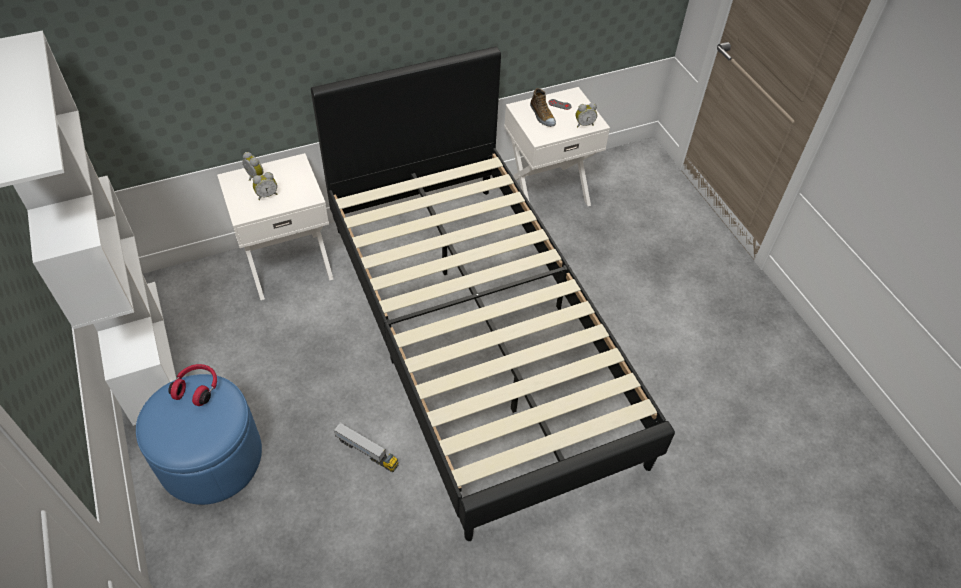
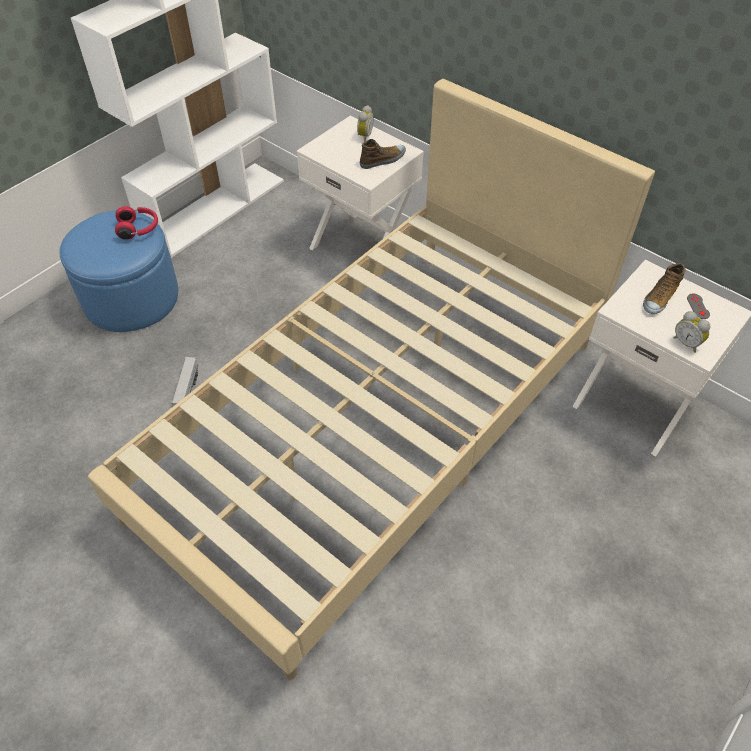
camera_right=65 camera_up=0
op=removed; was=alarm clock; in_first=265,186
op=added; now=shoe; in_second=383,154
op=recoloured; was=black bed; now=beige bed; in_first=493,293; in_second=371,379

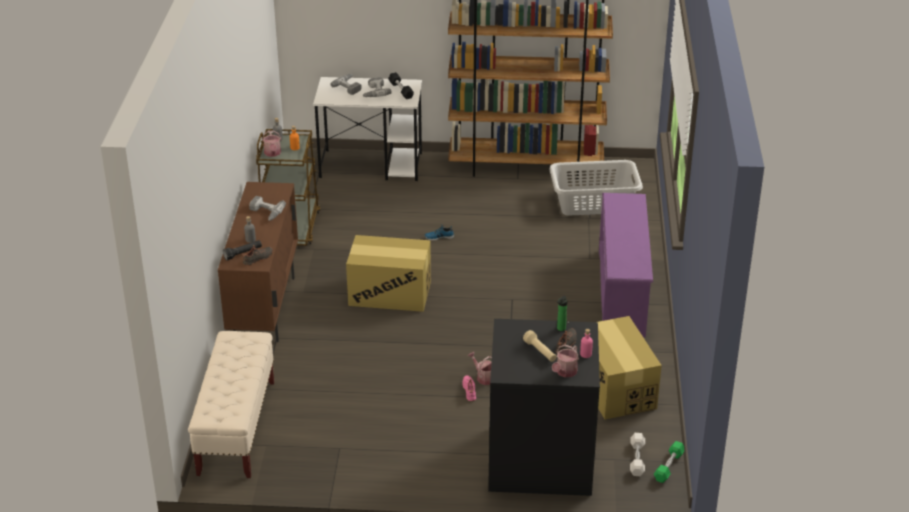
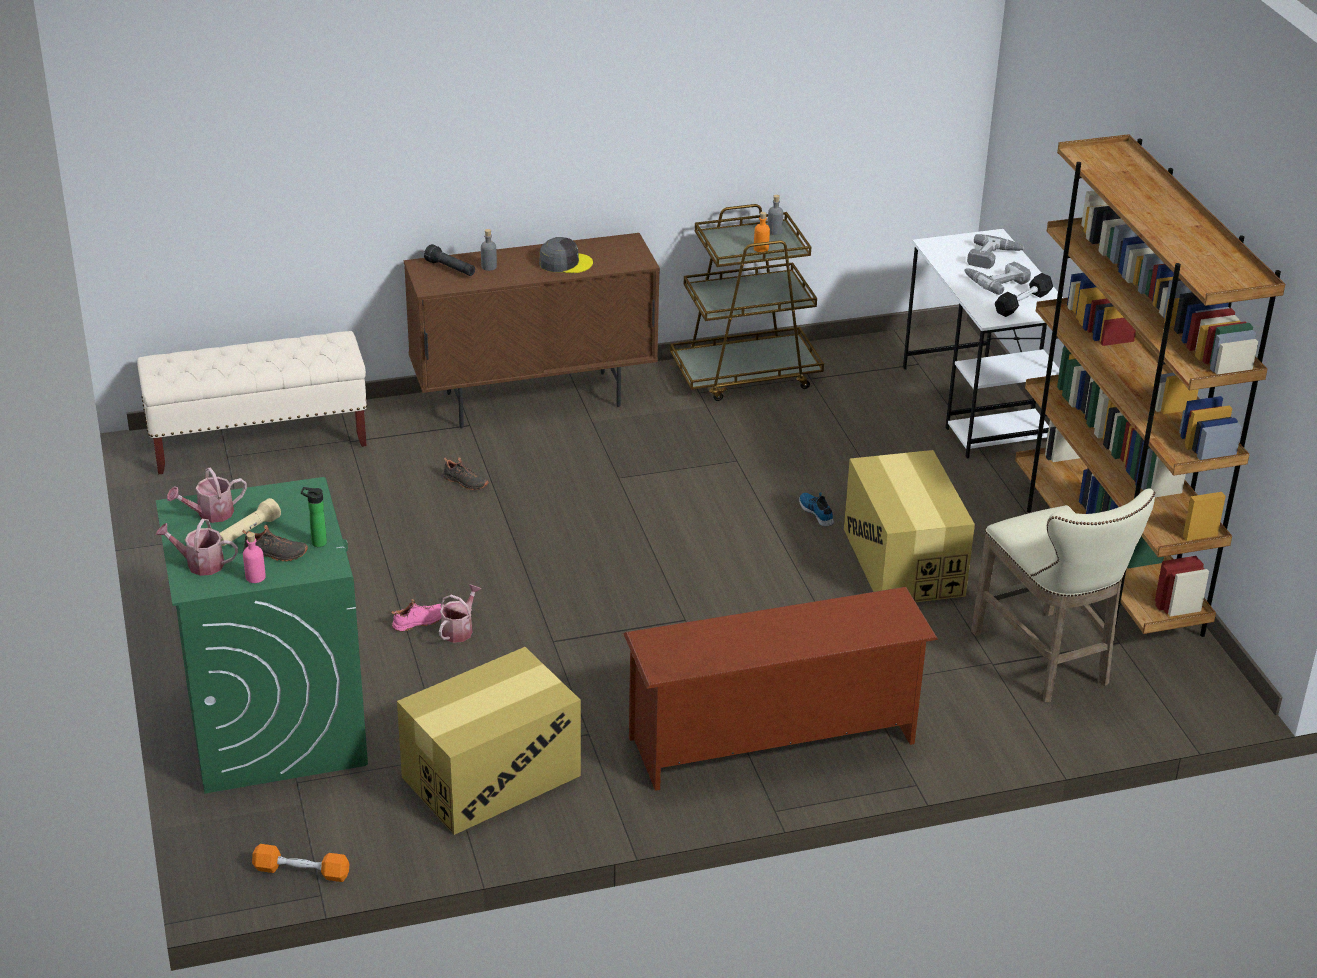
camera_right=70 camera_up=0
op=removed; was=white dumbbell; in_first=637,454
op=moved; was=black shoe; in_first=257,255; in_second=466,473
op=moved; was=watering can; in_first=271,143; in_second=207,495
op=moved; was=cardboard box; in_first=388,273; in_second=909,526
op=replaced; was=power drill; now=grey cap; in_first=267,208; in_second=566,255
op=replaced; was=grey laundry basket; now=beige stool; in_first=596,188; in_second=1063,595
op=recoloured; was=black washing machine; now=green washing machine; in_first=544,407; in_second=262,635
op=recoloured; was=purple shoe rack; now=brown shoe rack; in_first=626,265; in_second=780,689
op=recoloured; was=green dumbbell; now=orange dumbbell; in_first=669,462; in_second=300,863

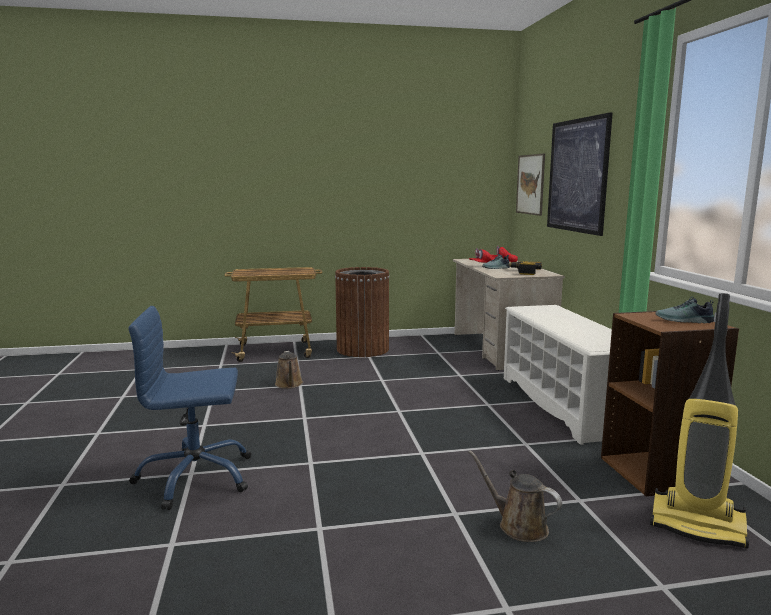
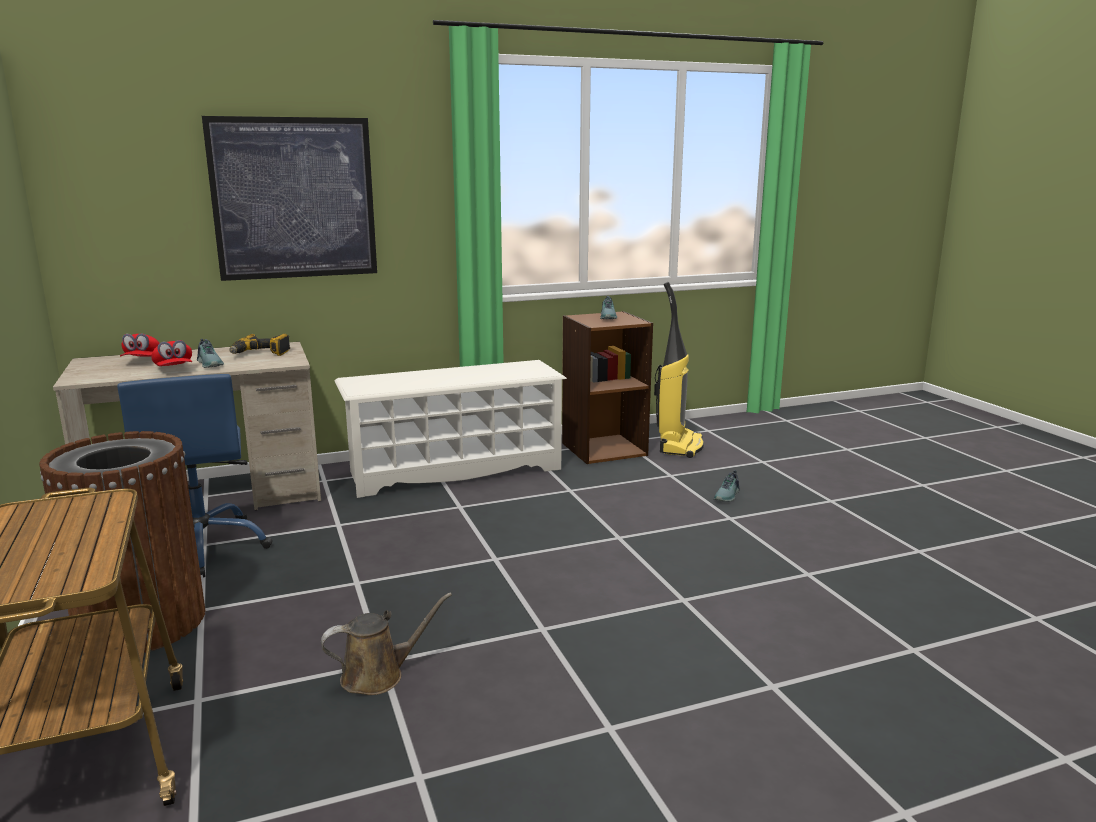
camera_right=-100 camera_up=5
op=removed; was=picture; in_first=530,185
op=moved; was=blue office chair; in_first=189,408; in_second=195,476
op=replaced; was=brown watering can; now=shoe; in_first=515,496; in_second=727,486

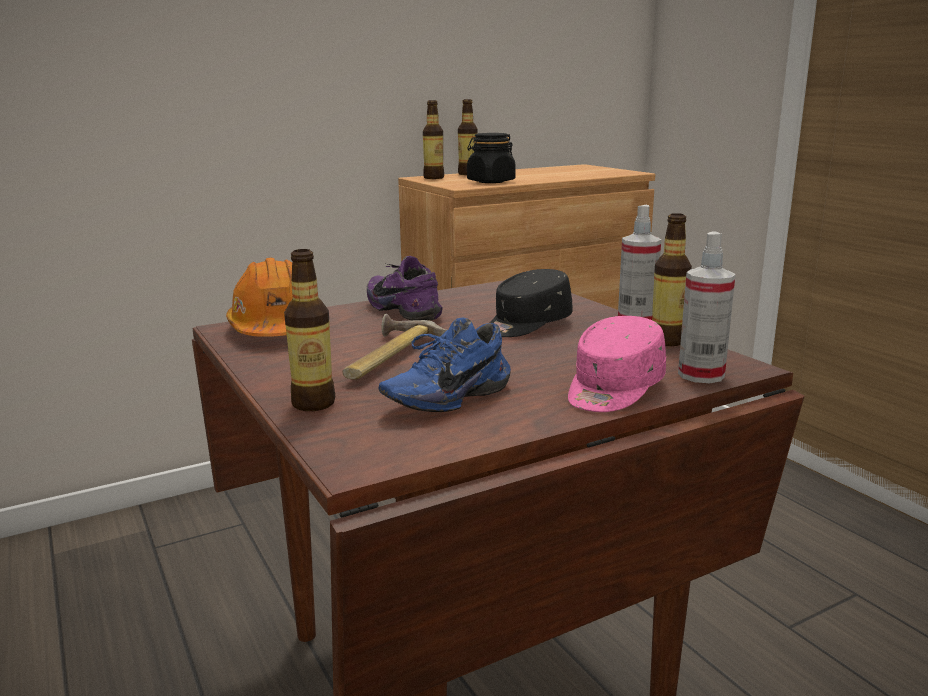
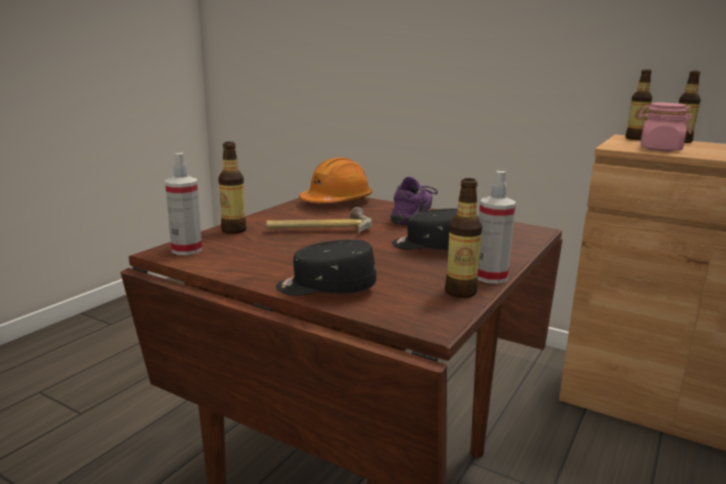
camera_right=60 camera_up=0
op=removed; was=blue shoe; in_first=445,365
op=moved; was=spray bottle; in_first=707,307; in_second=183,204
op=recoloured; was=black jar; now=pink jar; in_first=491,158; in_second=665,127
op=recoloured; was=pink cap; now=black cap; in_first=617,364; in_second=326,267

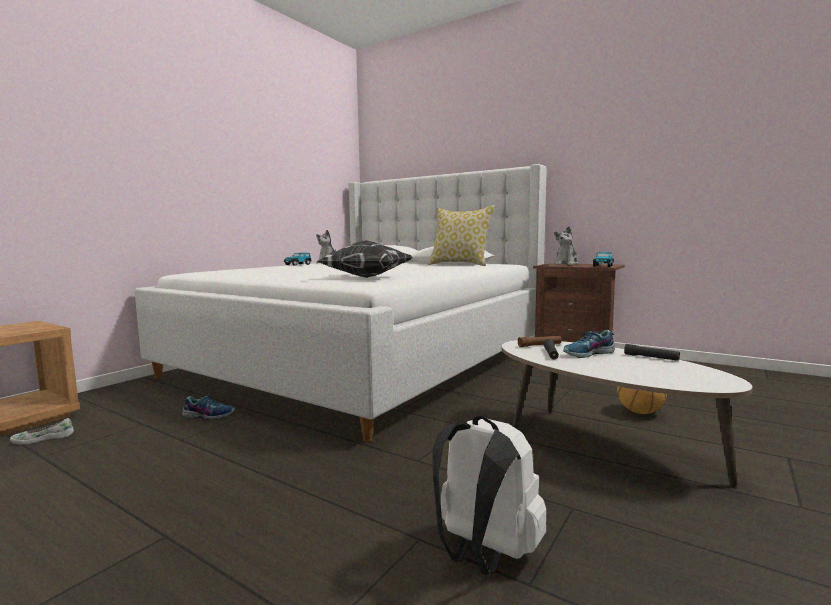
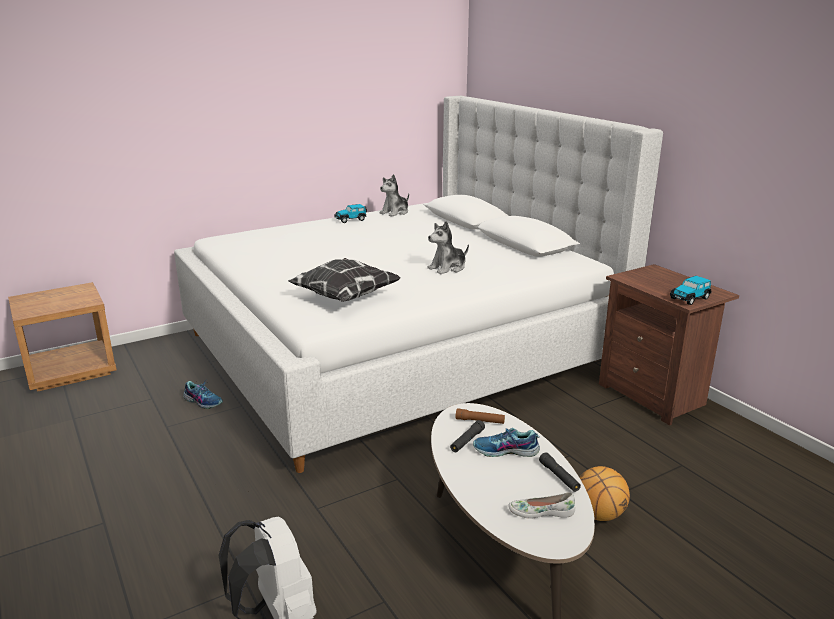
camera_right=25 camera_up=15
op=removed; was=pillow; in_first=461,235
op=moved; was=white shoe; in_first=42,431; in_second=541,505
op=moved; was=plush toy; in_first=566,245; in_second=448,247

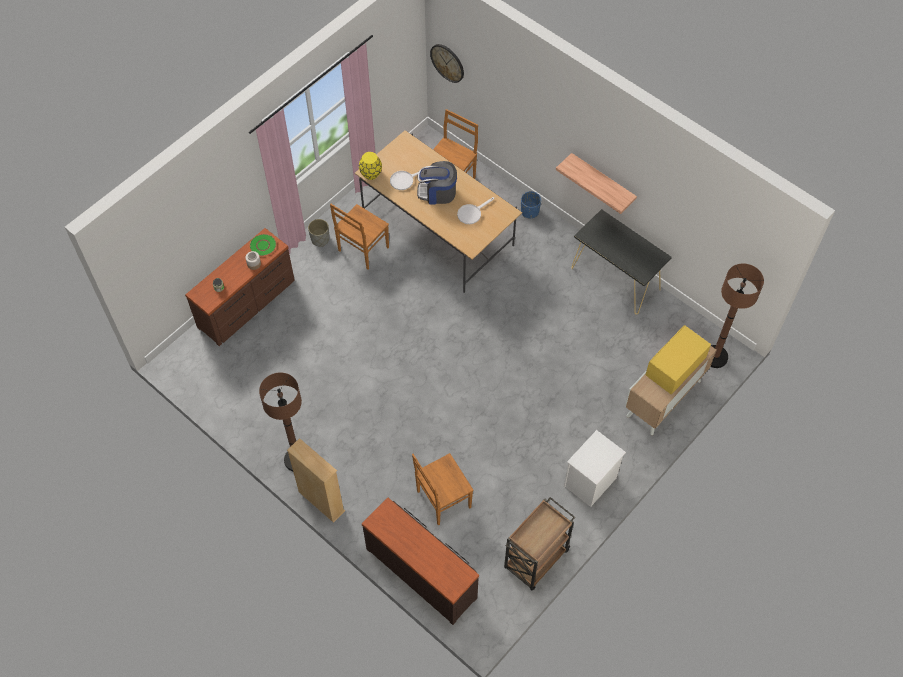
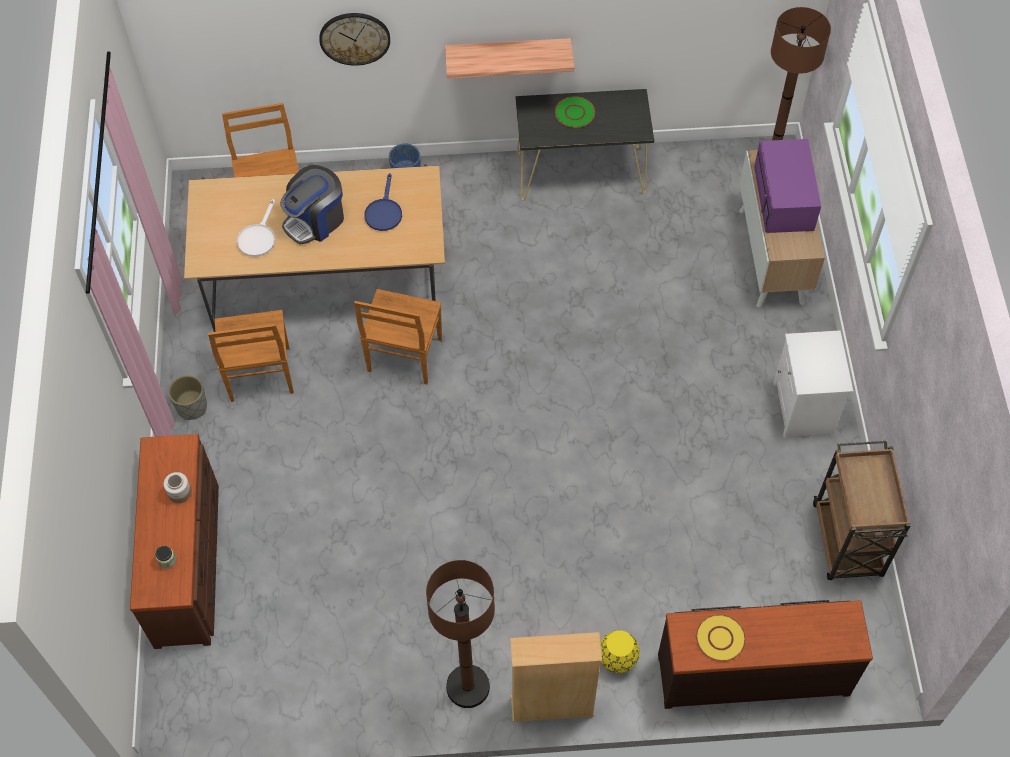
camera_right=-45 camera_up=0
op=added; now=yellow plate; in_second=721,638
op=moved; was=green plate; in_first=263,245; in_second=575,112
op=moved; was=yellow vase; in_first=370,166; in_second=619,651
op=moved; was=brown chair; in_first=443,489; in_second=398,336
op=moved; was=wall clock; in_first=447,63; in_second=355,39
op=recoloured; was=white frying pan; now=blue frying pan; in_first=475,210; in_second=383,202
op=recoloured; was=yellow microwave; now=purple microwave; in_first=678,360; in_second=787,186

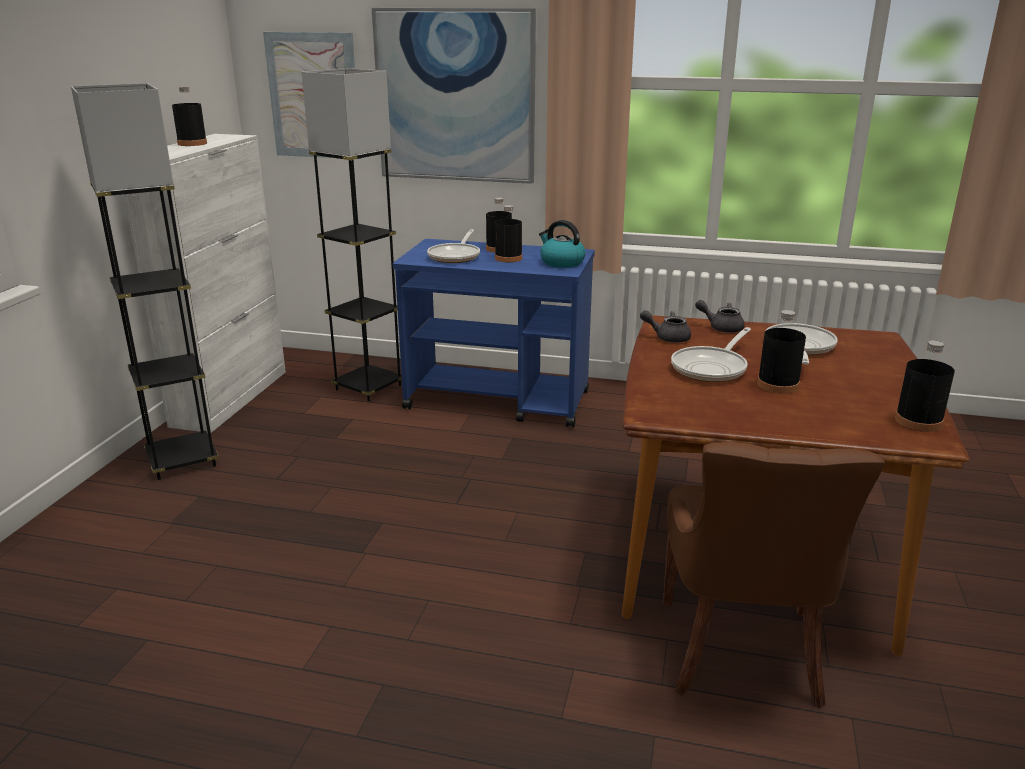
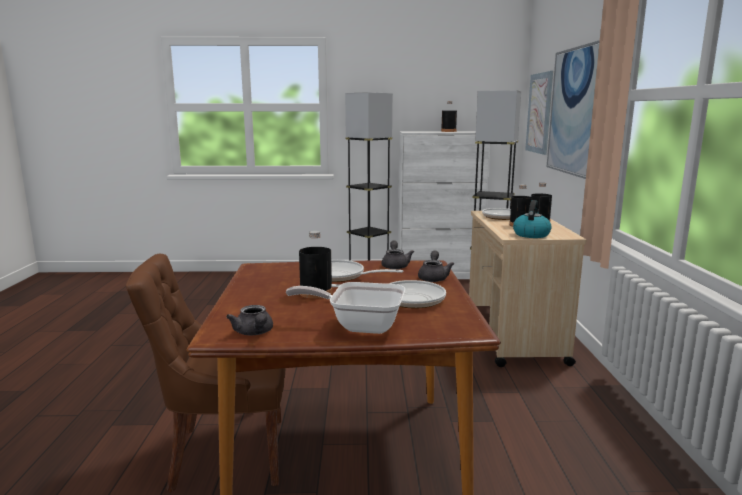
camera_right=75 camera_up=-10
op=added; now=frying pan; in_second=346,308
op=replaced; was=black bottle; now=grey teapot; in_first=925,386; in_second=249,320
op=recoloured; was=blue cart; now=beige cart; in_first=494,333; in_second=527,289

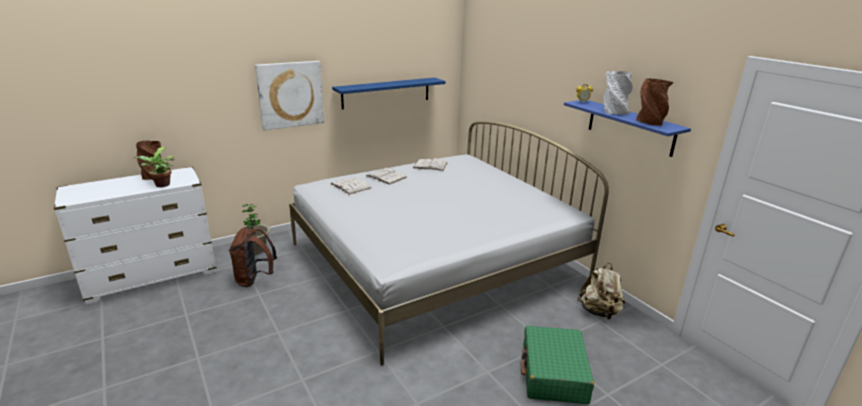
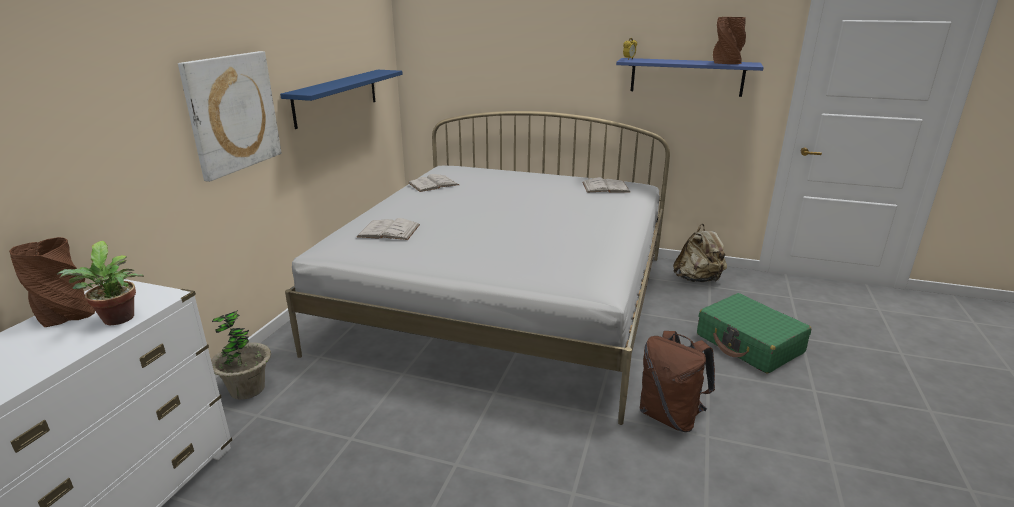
camera_right=-40 camera_up=0
op=removed; was=grey vase; in_first=618,93
op=moved; was=brown backpack; in_first=253,257; in_second=677,381
op=moved; was=white book; in_first=386,176; in_second=606,185

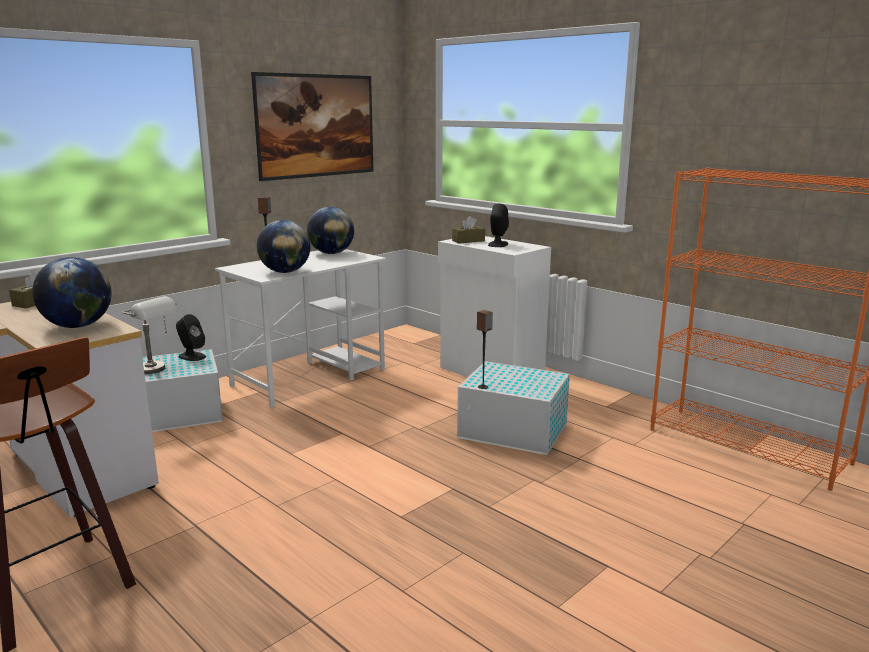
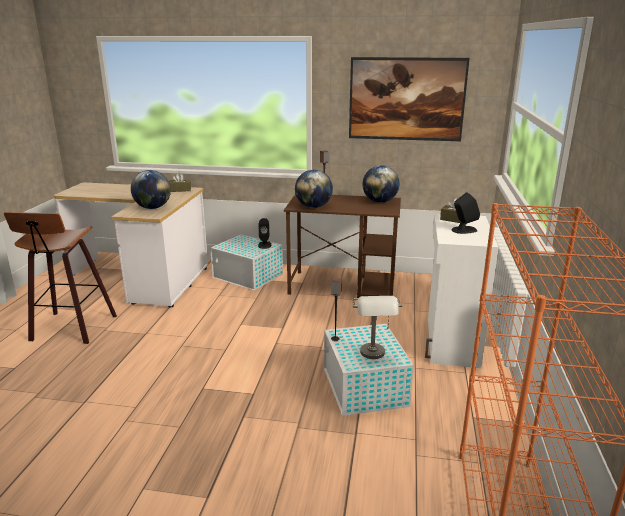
camera_right=55 camera_up=5
op=moved; was=grey table lamp; in_first=150,335; in_second=377,327
op=recoloured; was=white desk; now=brown desk; in_first=300,328; in_second=342,246

